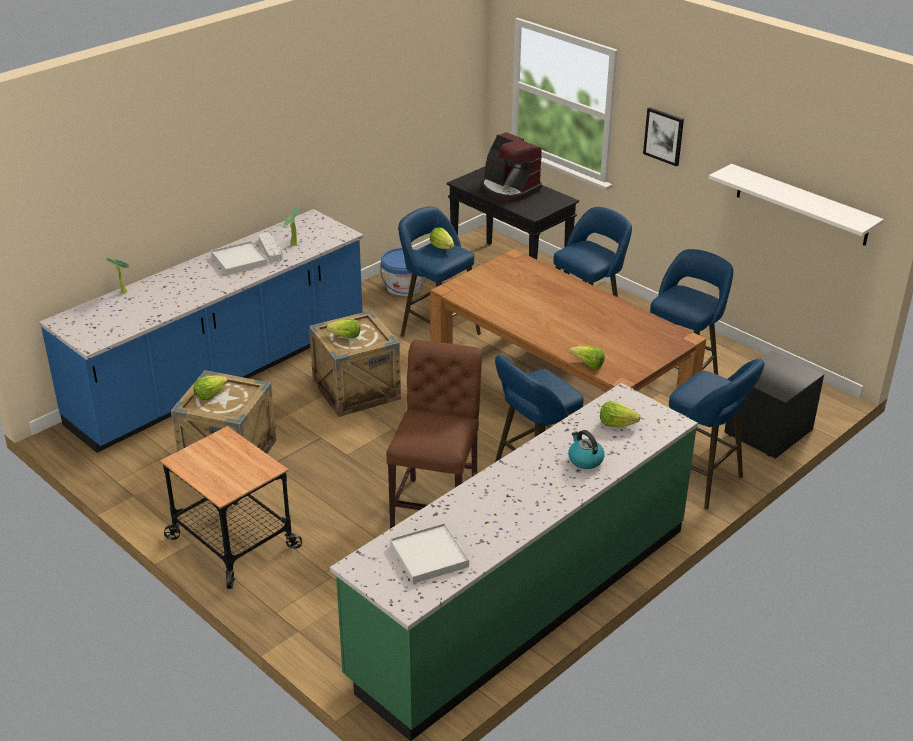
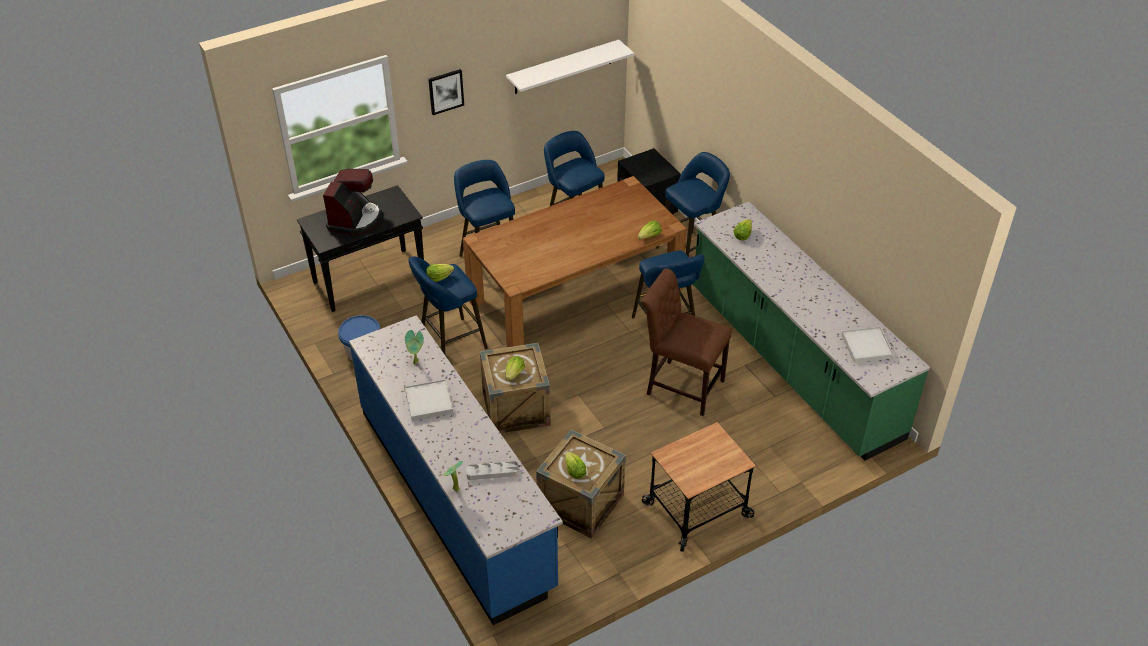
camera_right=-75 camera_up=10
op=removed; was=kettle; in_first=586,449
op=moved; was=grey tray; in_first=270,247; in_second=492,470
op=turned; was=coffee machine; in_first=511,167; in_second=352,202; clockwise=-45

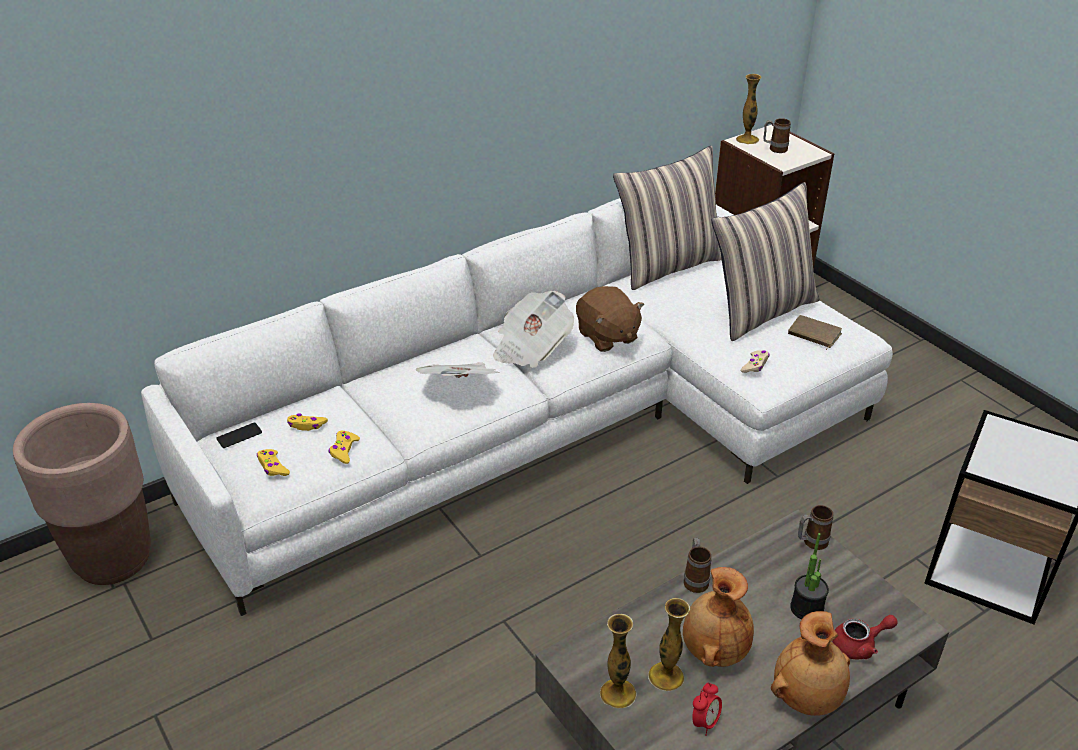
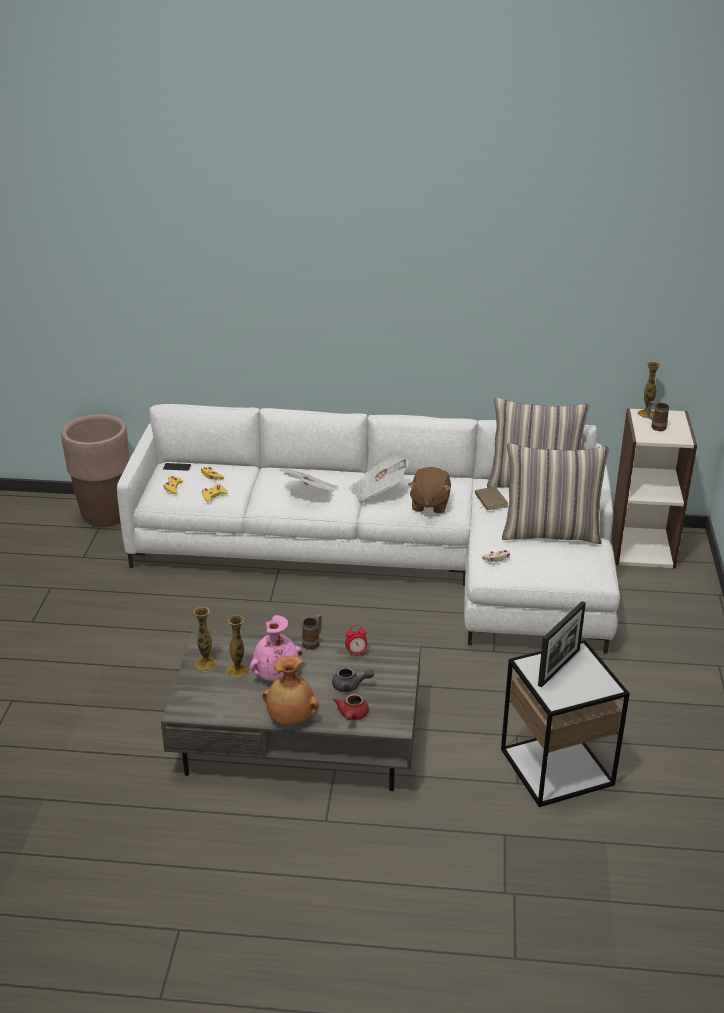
camera_right=40 camera_up=-5
op=removed; was=mug; in_first=816,527
op=added; now=picture frame; in_second=562,644
op=moved; was=alarm clock; in_first=707,709; in_second=356,641
op=moved; was=brown book; in_first=815,332; in_second=491,498
op=replaced; was=potted plant; now=grey teapot; in_first=809,576; in_second=353,679
op=recoloured; was=brown vase; now=pink vase; in_first=718,617; in_second=276,648
op=turned; was=red teapot; in_first=865,637; in_second=351,706; clockwise=75

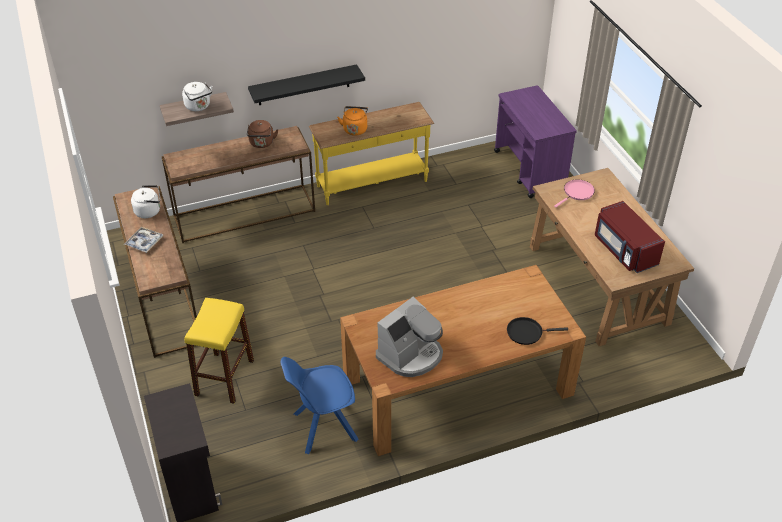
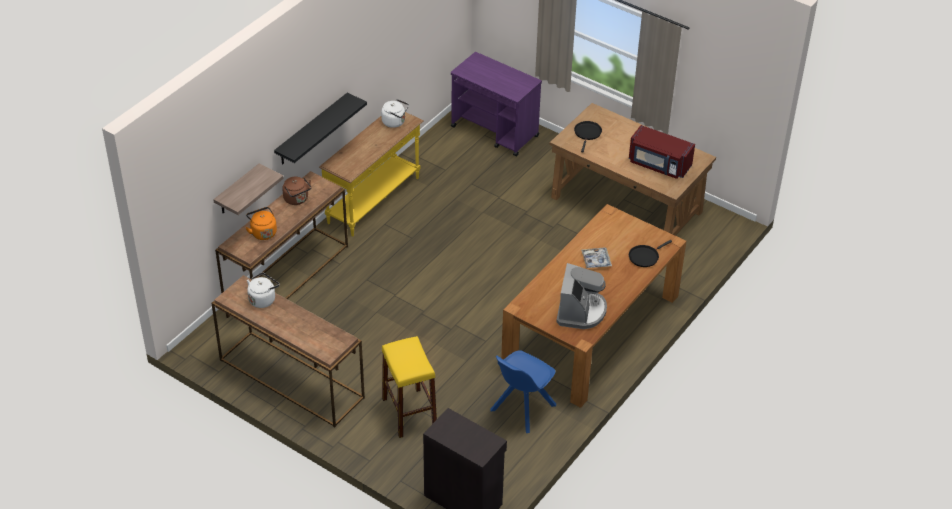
camera_right=-35 camera_up=0
op=moved; was=tray; in_first=144,240; in_second=596,257
op=moved; was=white kettle; in_first=197,96; in_second=395,113
op=moved; was=orange kettle; in_first=352,121; in_second=261,223
op=recoloured; was=pink frying pan; now=black frying pan; in_first=574,193; in_second=588,136

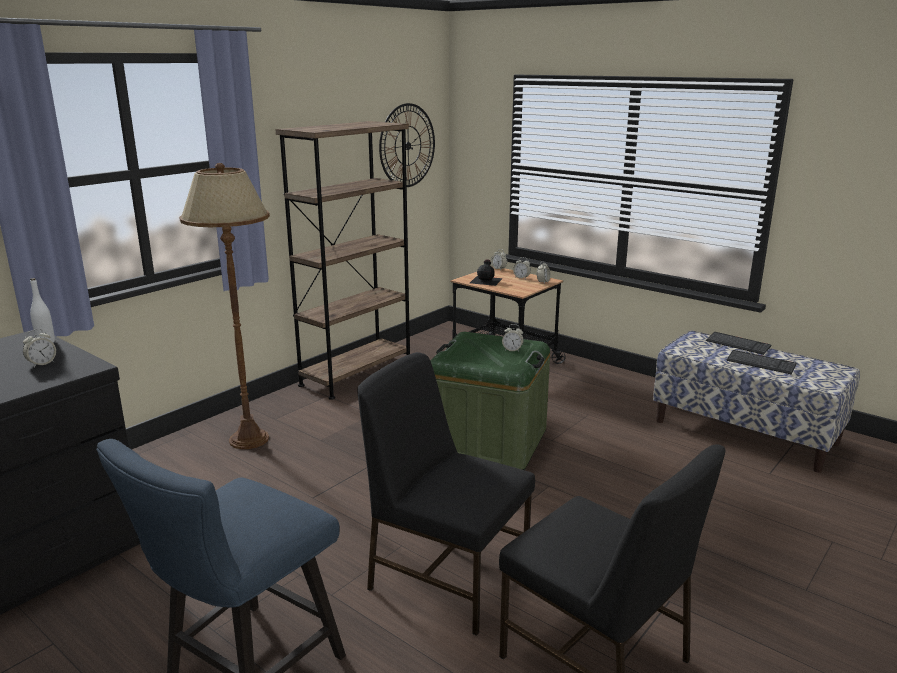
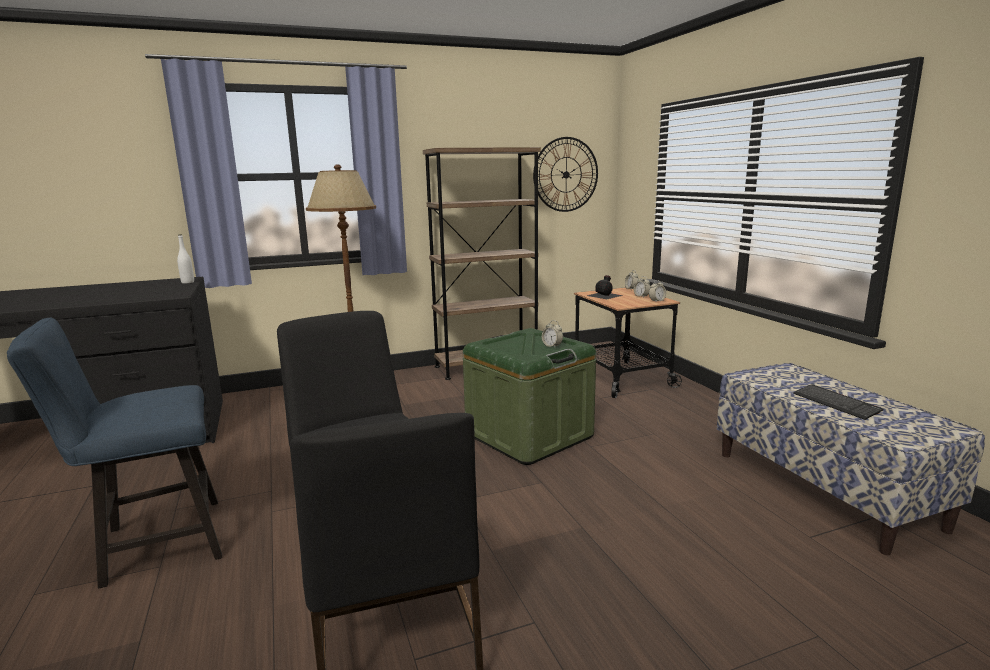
camera_right=30 camera_up=-5
op=removed; was=alarm clock; in_first=39,348
op=removed; was=keyboard; in_first=738,343

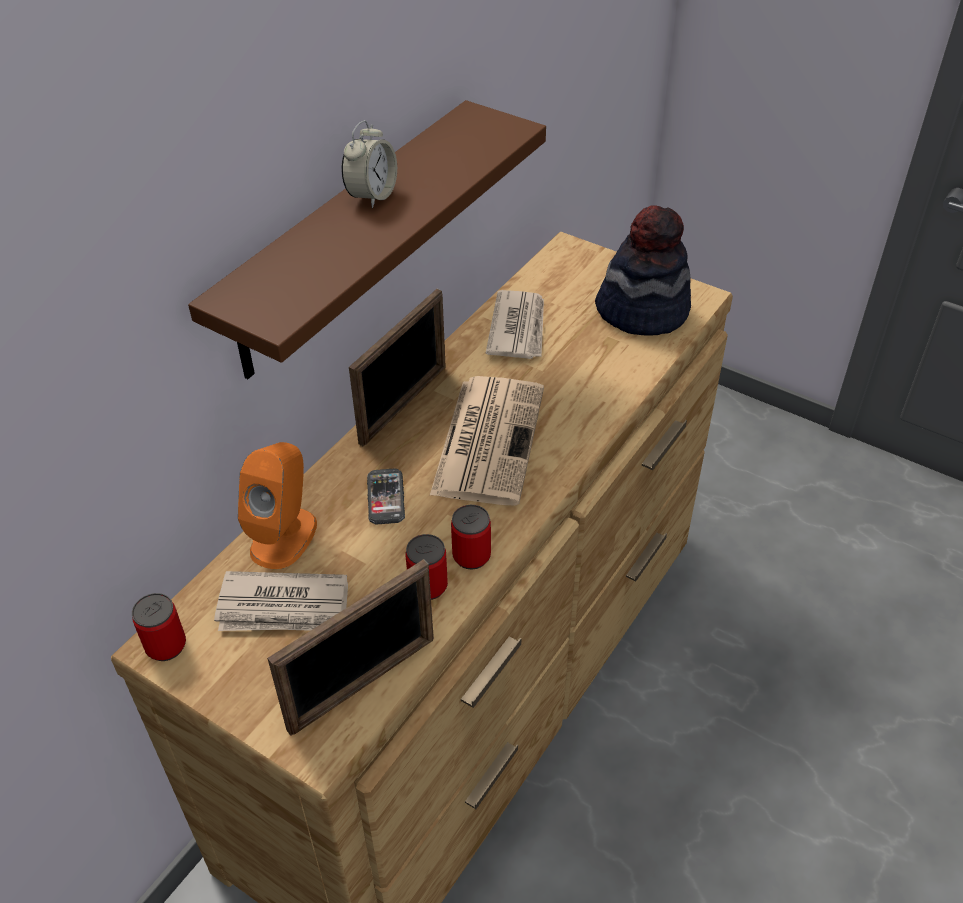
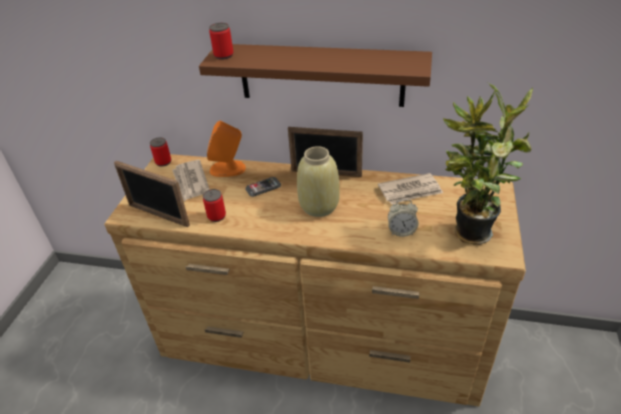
camera_right=70 camera_up=-5
op=moved; was=alarm clock; in_first=369,164; in_second=403,218
op=moved; was=can; in_first=471,537; in_second=221,41
op=replaced; was=newspaper; now=beige vase; in_first=487,441; in_second=318,181
op=replaced; was=hat; now=potted plant; in_first=643,270; in_second=488,164

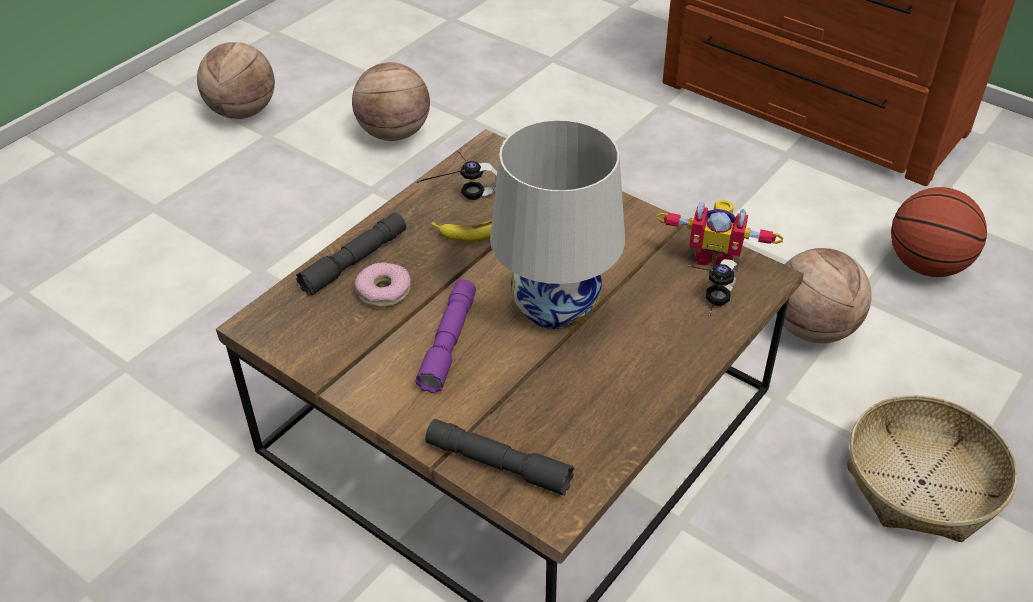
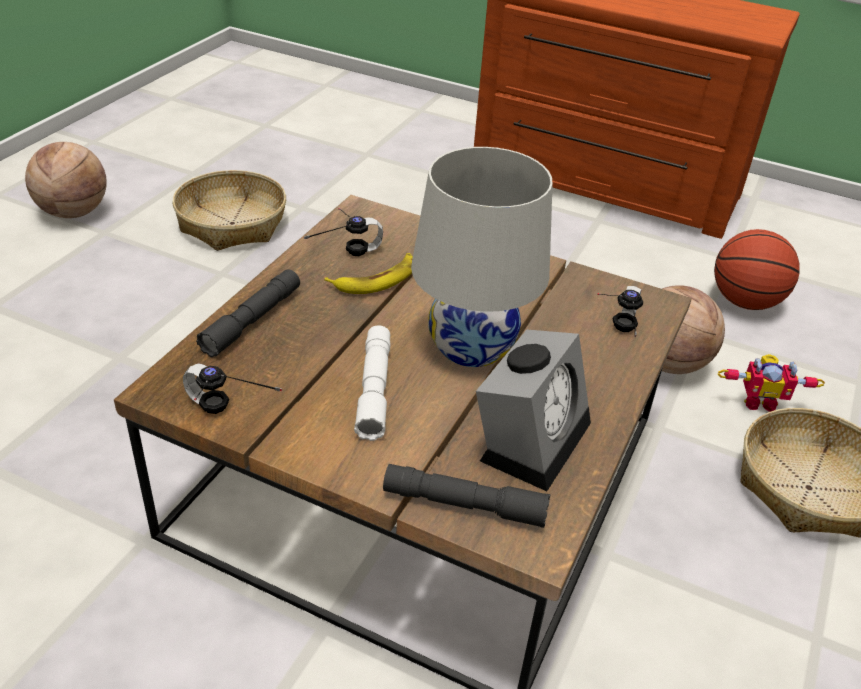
camera_right=-15 camera_up=-5
op=removed; was=donut; in_first=383,284
op=added; now=headphones; in_second=232,388
op=added; now=alarm clock; in_second=533,410
op=moved; was=toy robot; in_first=719,233; in_second=771,383
op=replaced; was=basketball; now=basket; in_first=391,101; in_second=229,210
op=recoloured; was=purple flashlight; now=white flashlight; in_first=445,336; in_second=372,383

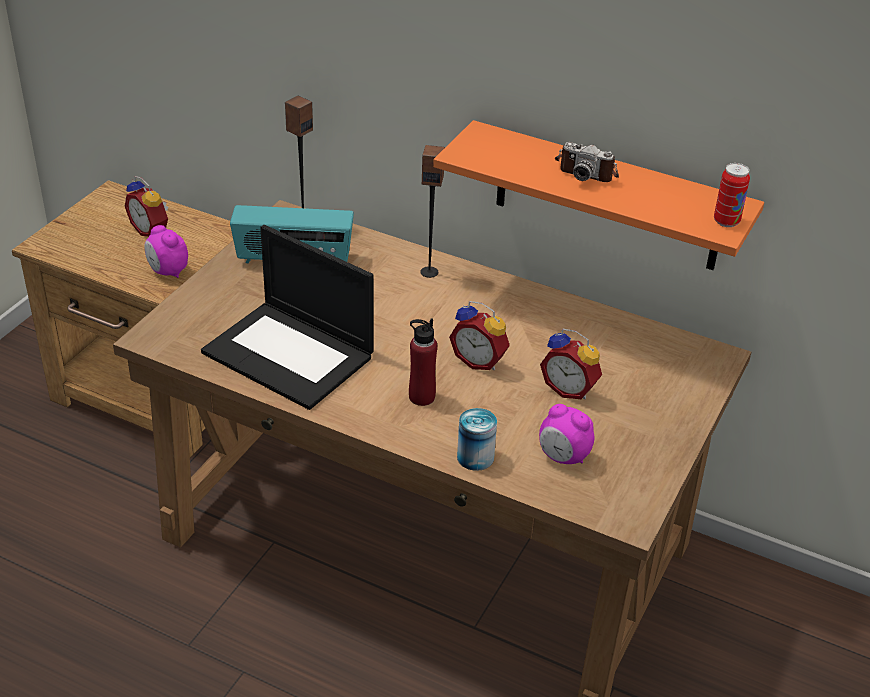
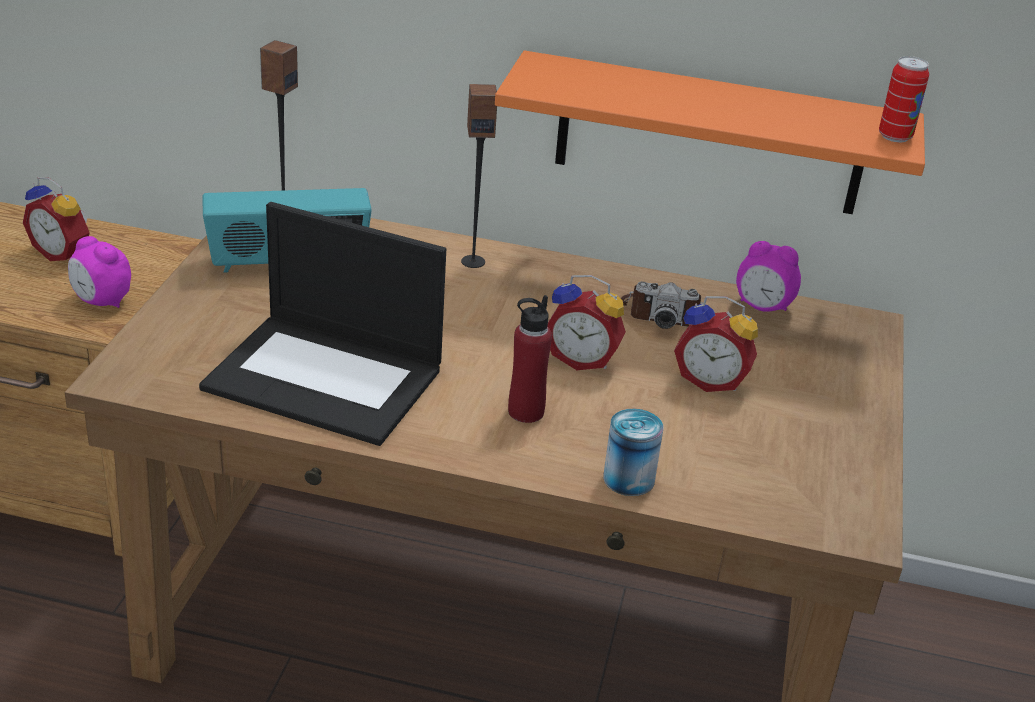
camera_right=-15 camera_up=-5
op=moved; was=alarm clock; in_first=567,434; in_second=768,276
op=moved; was=photo camera; in_first=587,162; in_second=662,305

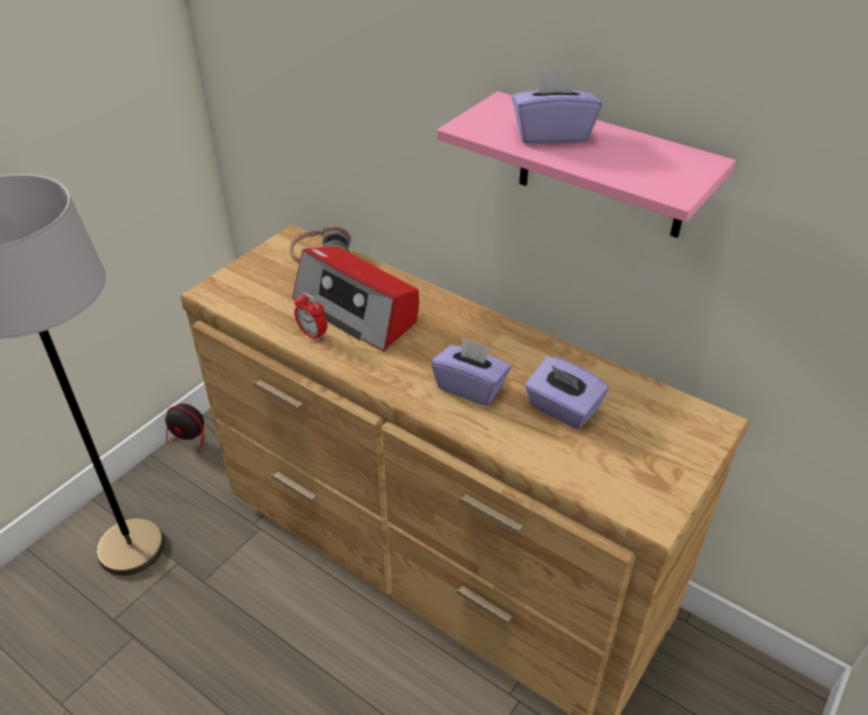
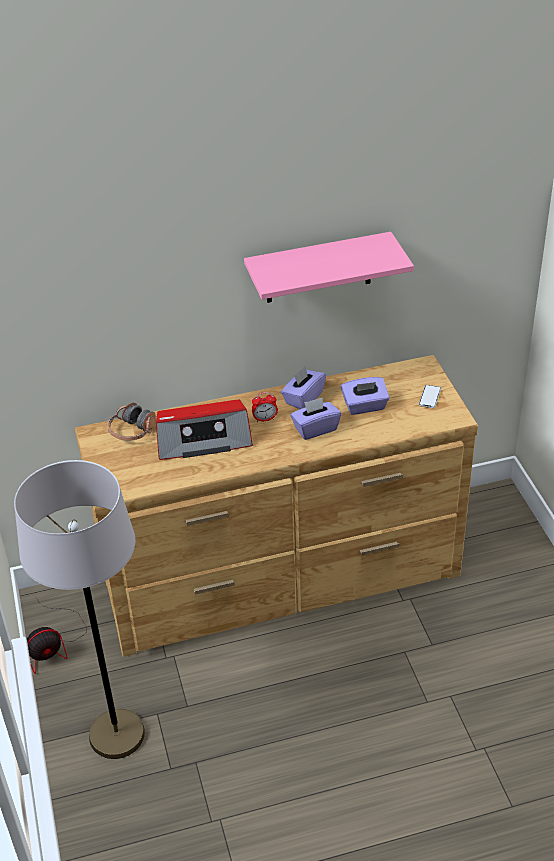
camera_right=-50 camera_up=0
op=added; now=phone; in_second=430,396
op=moved; was=alarm clock; in_first=310,316; in_second=265,407
op=moved; was=purple tissue box; in_first=557,107; in_second=303,387

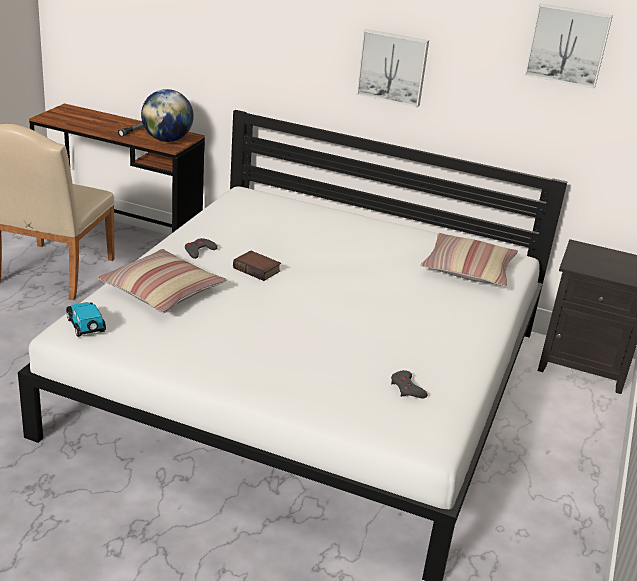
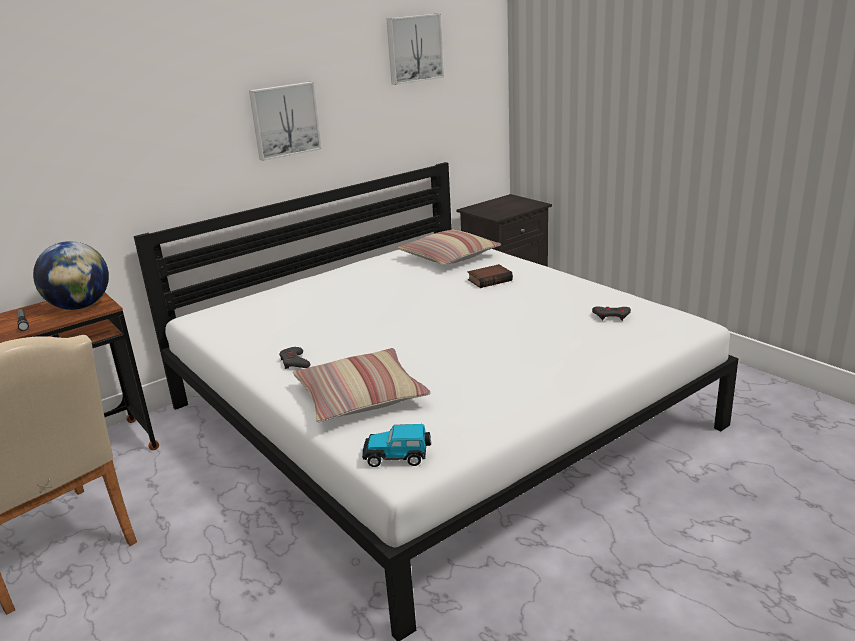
camera_right=-55 camera_up=-5
op=moved; was=book; in_first=257,266; in_second=490,276

